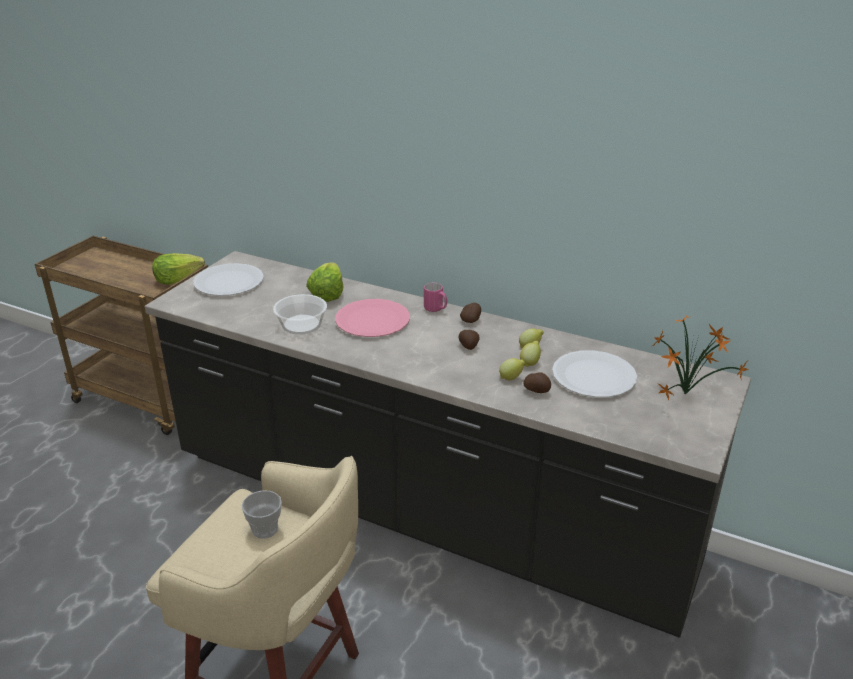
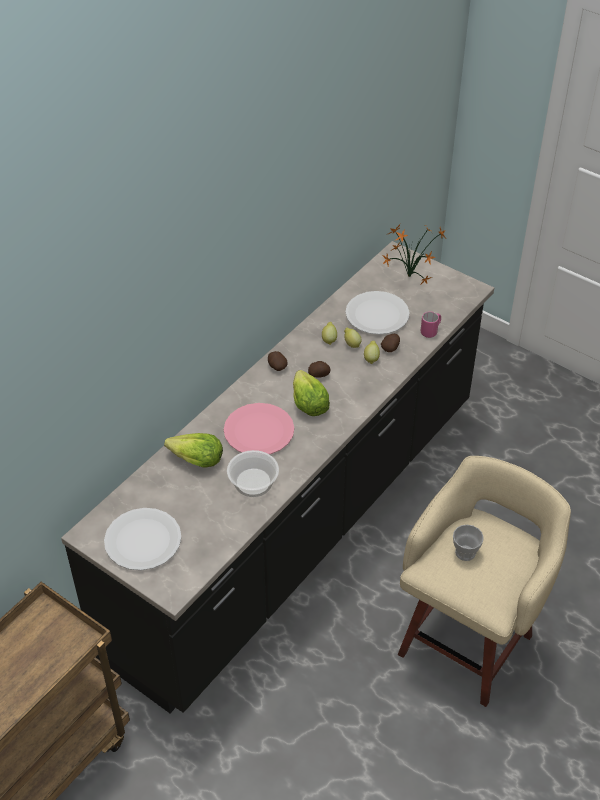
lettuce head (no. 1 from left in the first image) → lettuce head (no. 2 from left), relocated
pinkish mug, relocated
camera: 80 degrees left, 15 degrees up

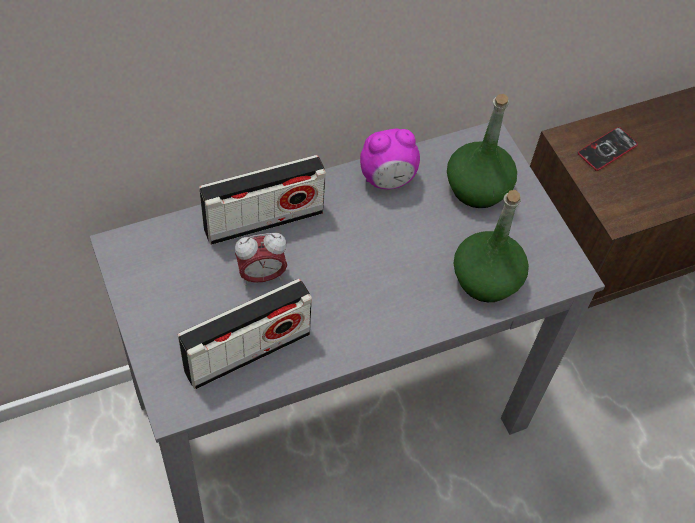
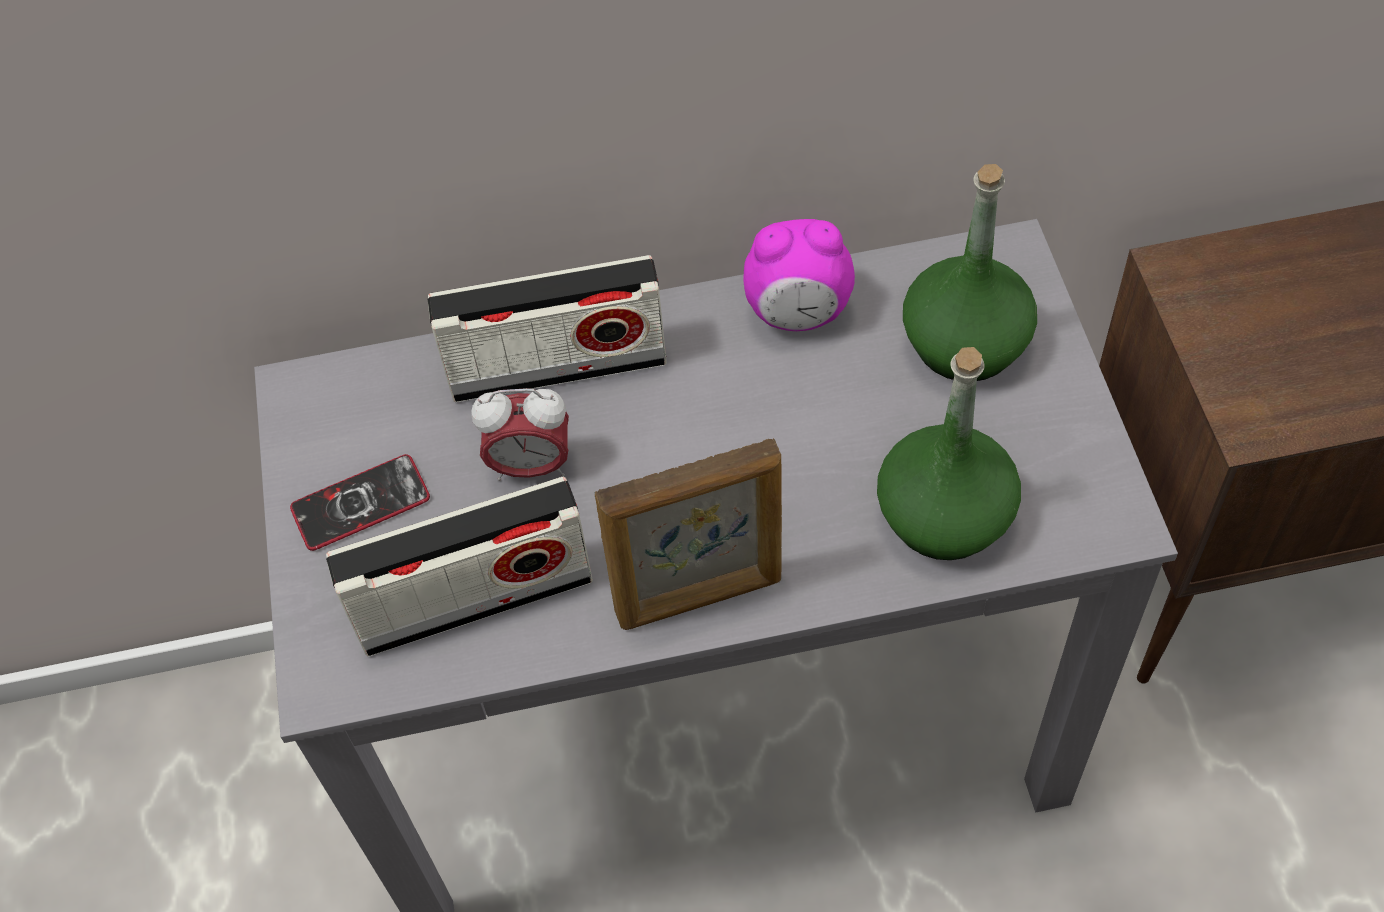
- → photo frame
handset, relocated
camera: 20 degrees right, 0 degrees up

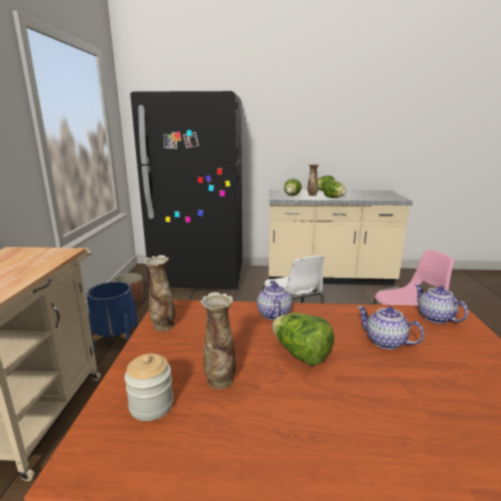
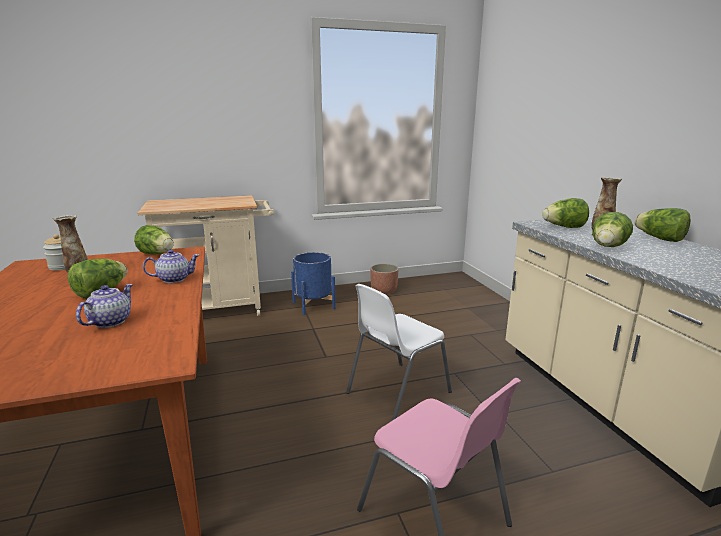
black fridge → -
pot for tea (no. 3 from left) → -
flower vase (no. 1 from left) → lettuce head (no. 2 from left)
camera: 70 degrees right, 0 degrees up

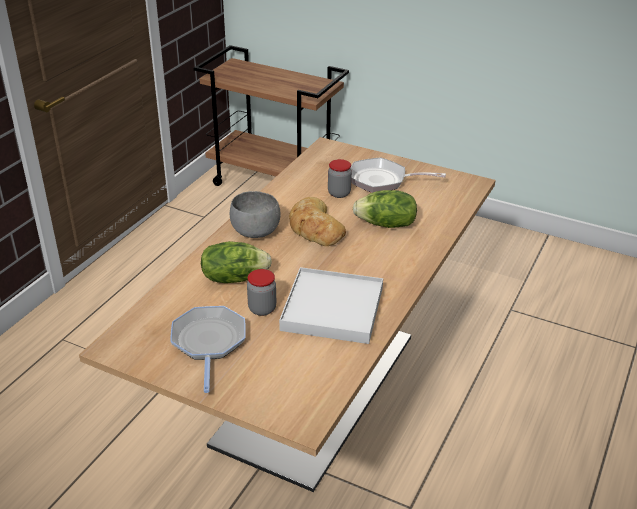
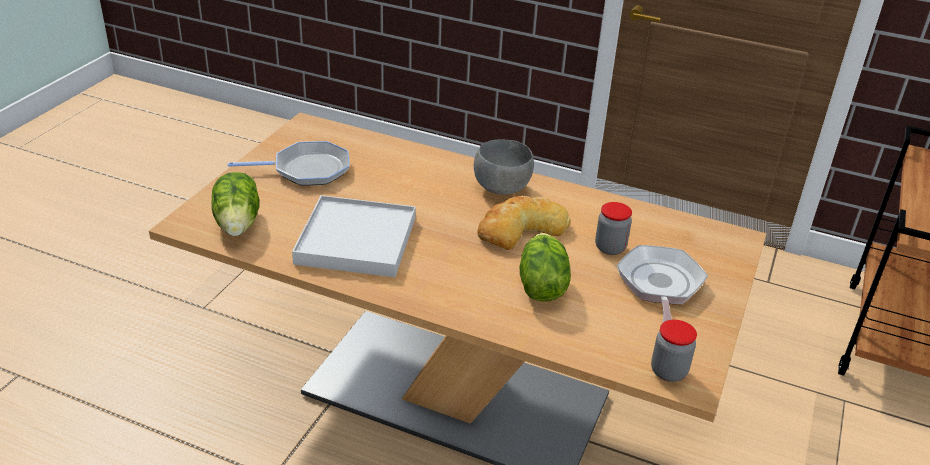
lettuce head (no. 1 from left), relocated
jar (no. 1 from left in the first image) → jar (no. 2 from left), relocated
camera: 85 degrees right, 0 degrees up

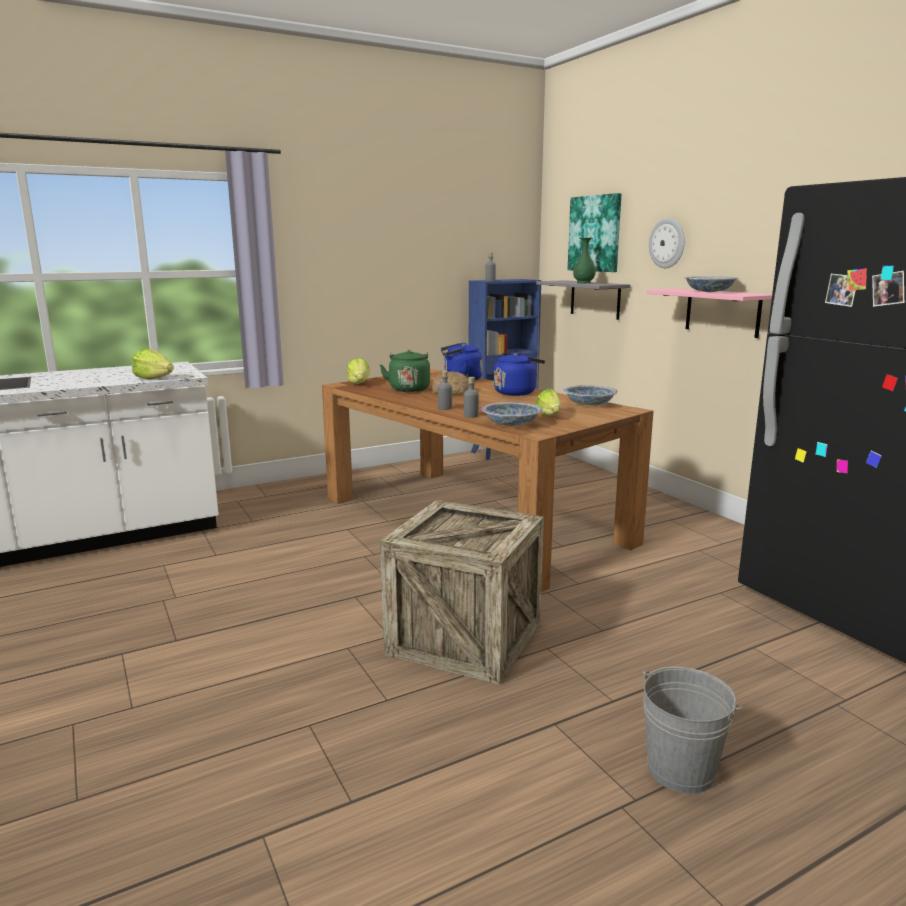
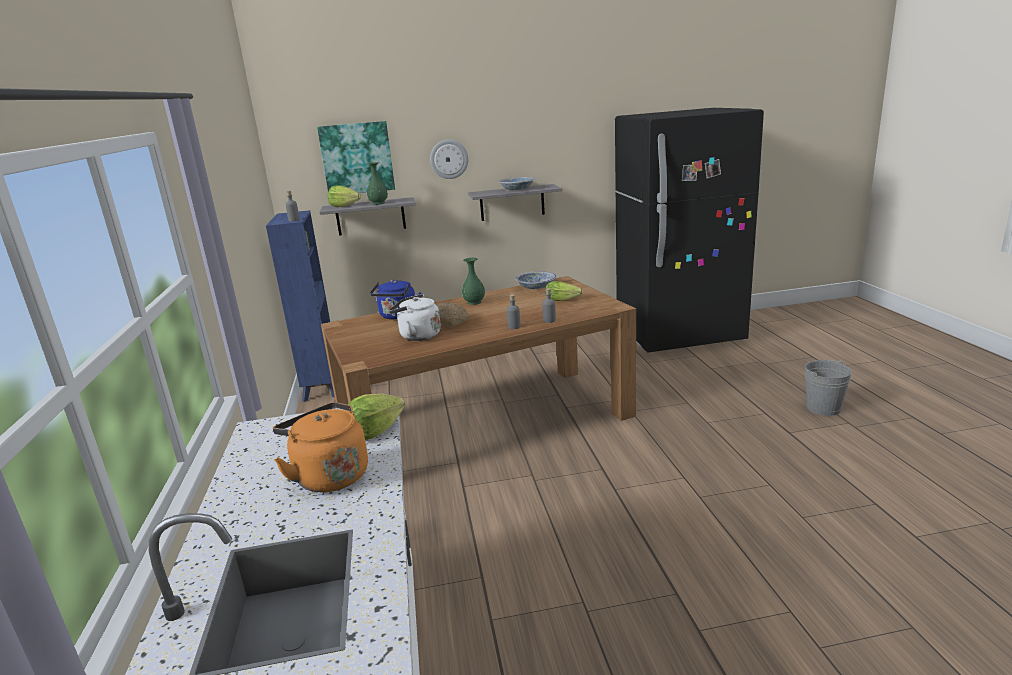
shipping crate → -
deep dish (no. 1 from left) → -
- → orangey tea kettle
lettuce head (no. 2 from left in the first image) → lettuce head (no. 1 from left), relocated
blue-coloured tea kettle (no. 2 from left) → green flower vase (no. 2 from left)
green tea kettle → white tea kettle
pinkish shelf → greyish shelf (no. 2 from left)
camera: 70 degrees left, 5 degrees up

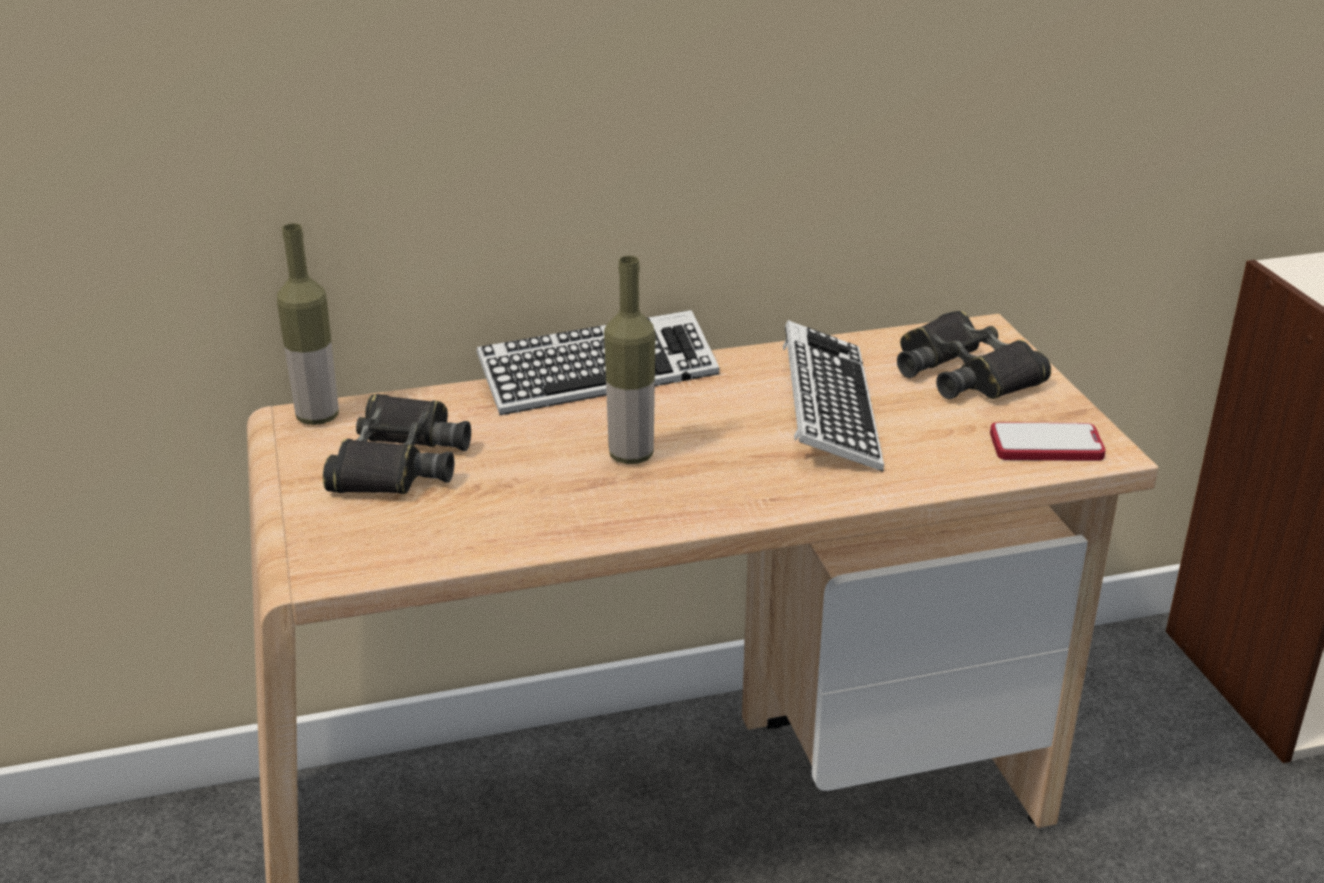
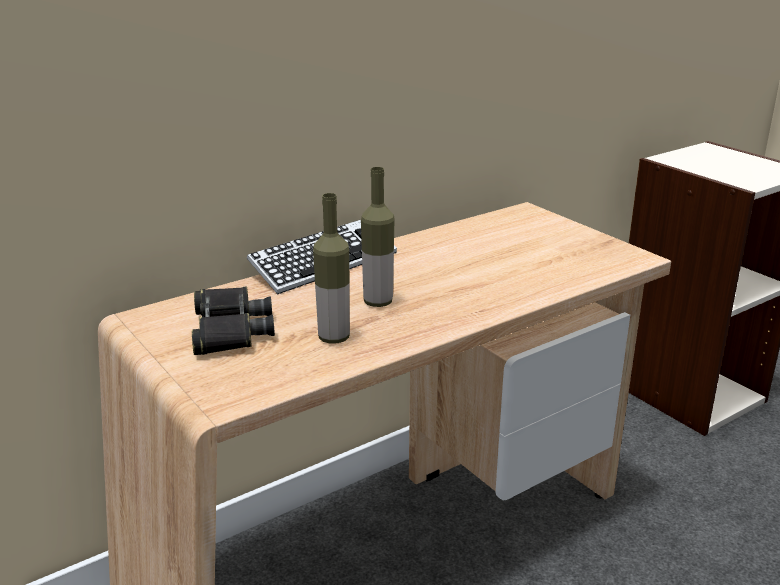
computer keyboard (no. 2 from left) → -
black pair of binoculars (no. 2 from left) → -
handset → -
beverage bottle (no. 1 from left), relocated
camera: 20 degrees left, 5 degrees down

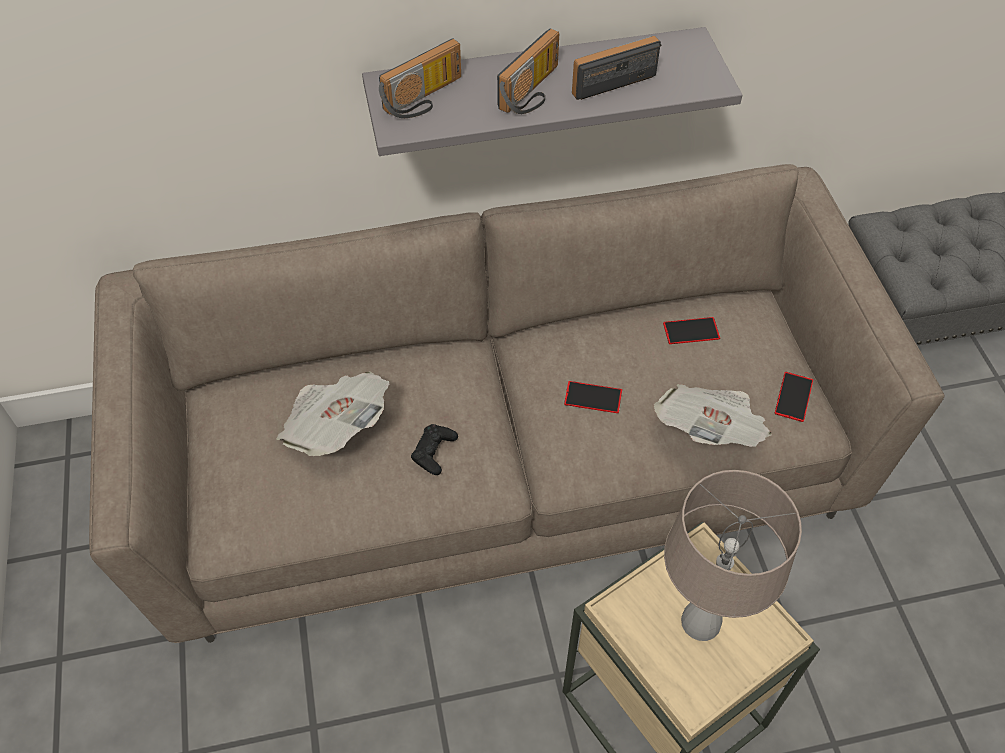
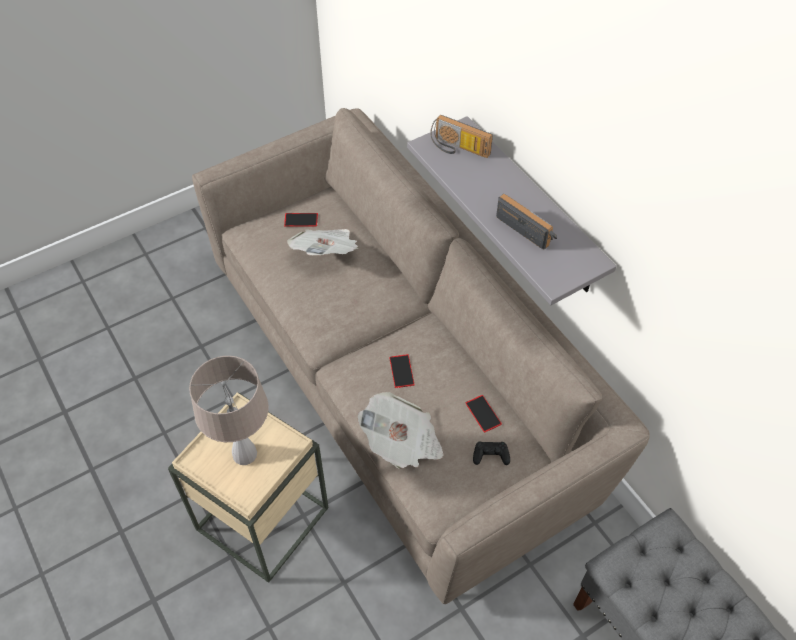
radio receiver (no. 2 from left) → -
black gamepad, relocated
handset (no. 3 from left in the first image) → handset (no. 1 from left), relocated
camera: 70 degrees right, 0 degrees up

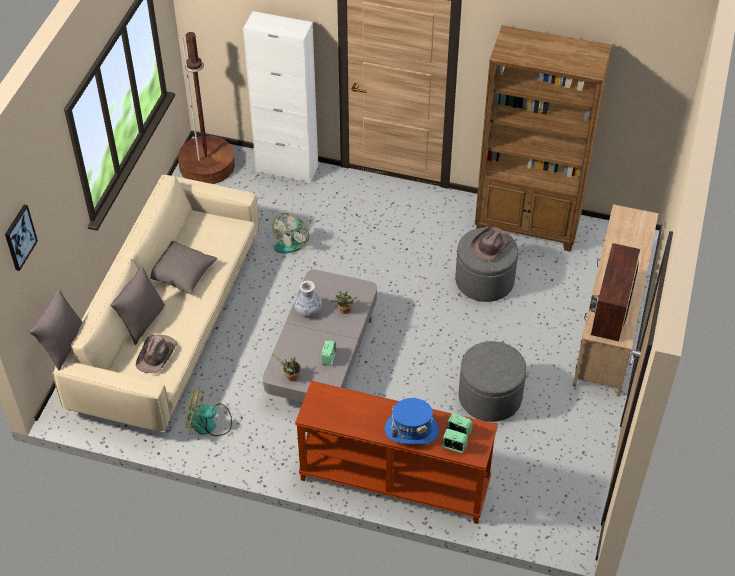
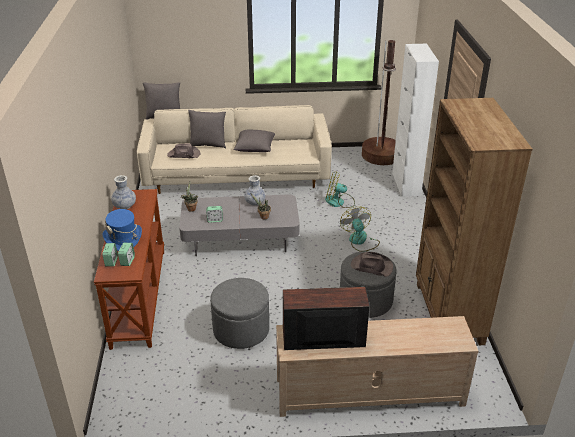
wall picture → -
- → flower vase (no. 1 from left)
cooling fan (no. 1 from left in the first image) → cooling fan (no. 2 from left), relocated
camera: 70 degrees right, 15 degrees down

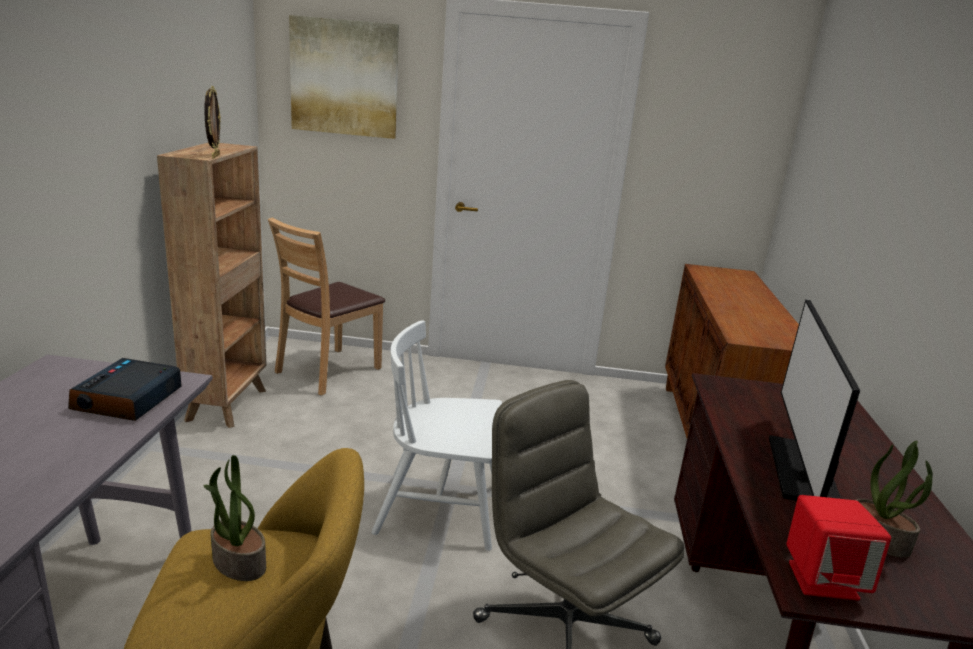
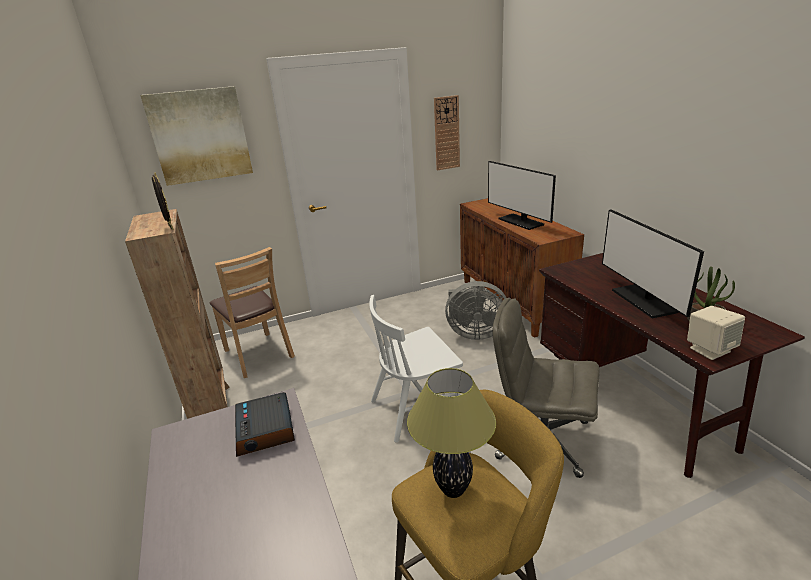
- → clock on the wall
- → greyish cooling fan
- → computer display (no. 1 from left)
houseplant (no. 1 from left) → lamp for a table
red-coloured audio speaker → beige audio speaker
brownish plain chair, 45 degrees counterclockwise
camera: 25 degrees left, 5 degrees up

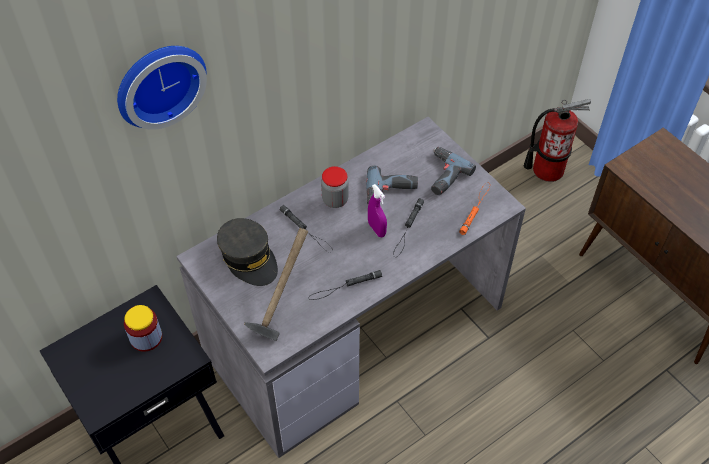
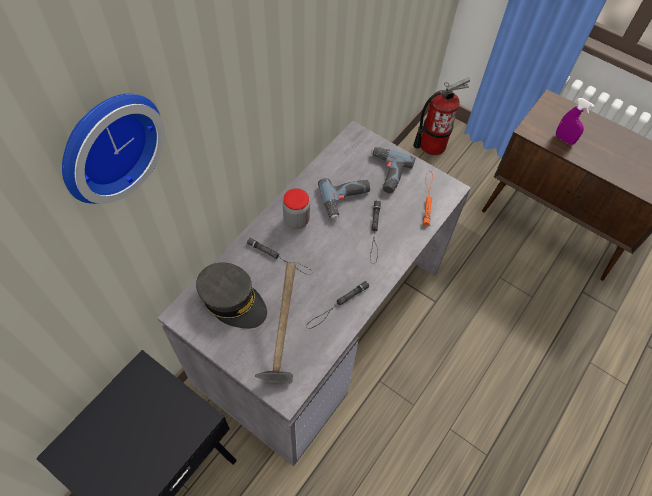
jar (no. 1 from left) → -
purplish hand sprayer, relocated
camera: 20 degrees left, 5 degrees up

